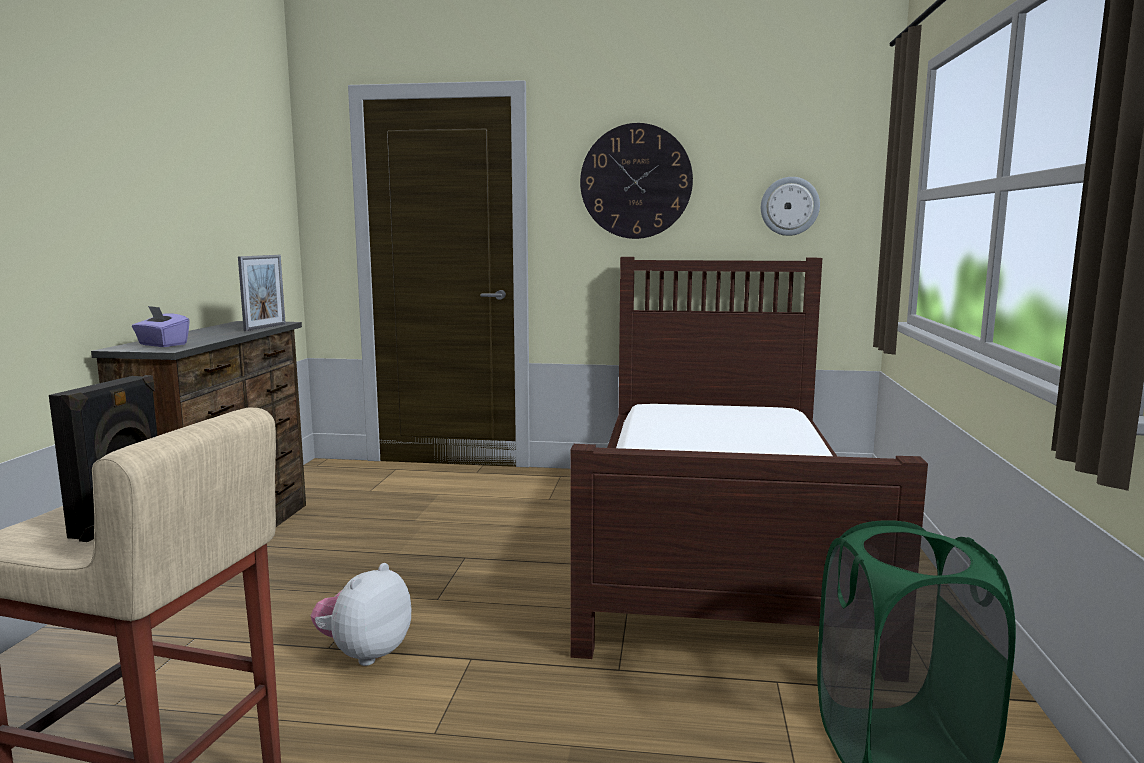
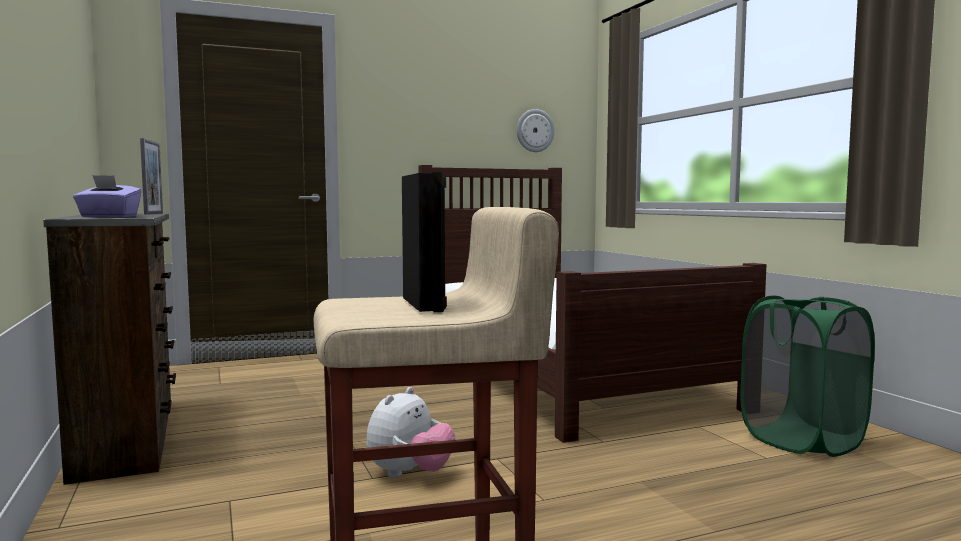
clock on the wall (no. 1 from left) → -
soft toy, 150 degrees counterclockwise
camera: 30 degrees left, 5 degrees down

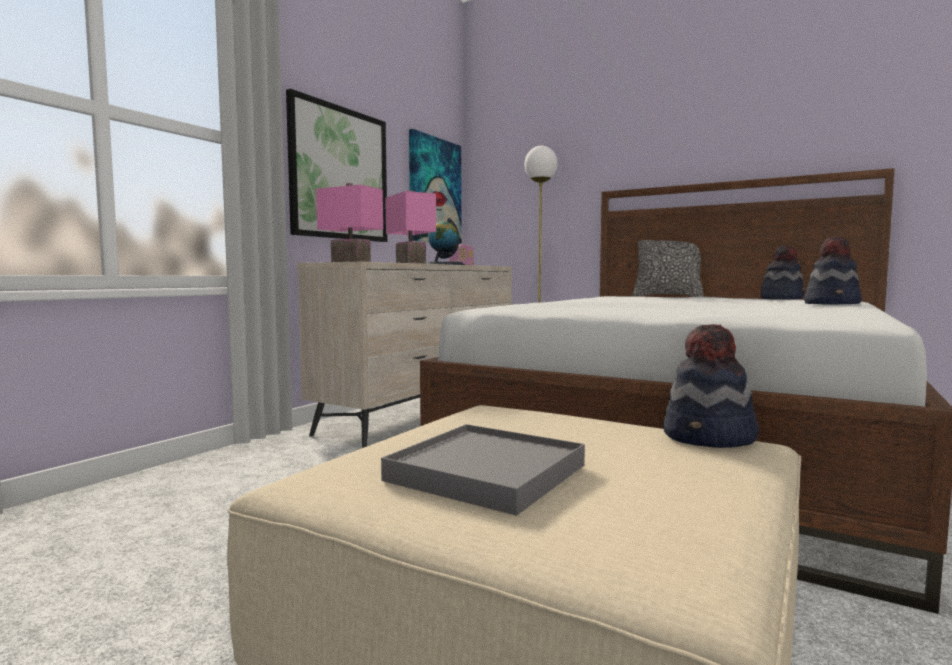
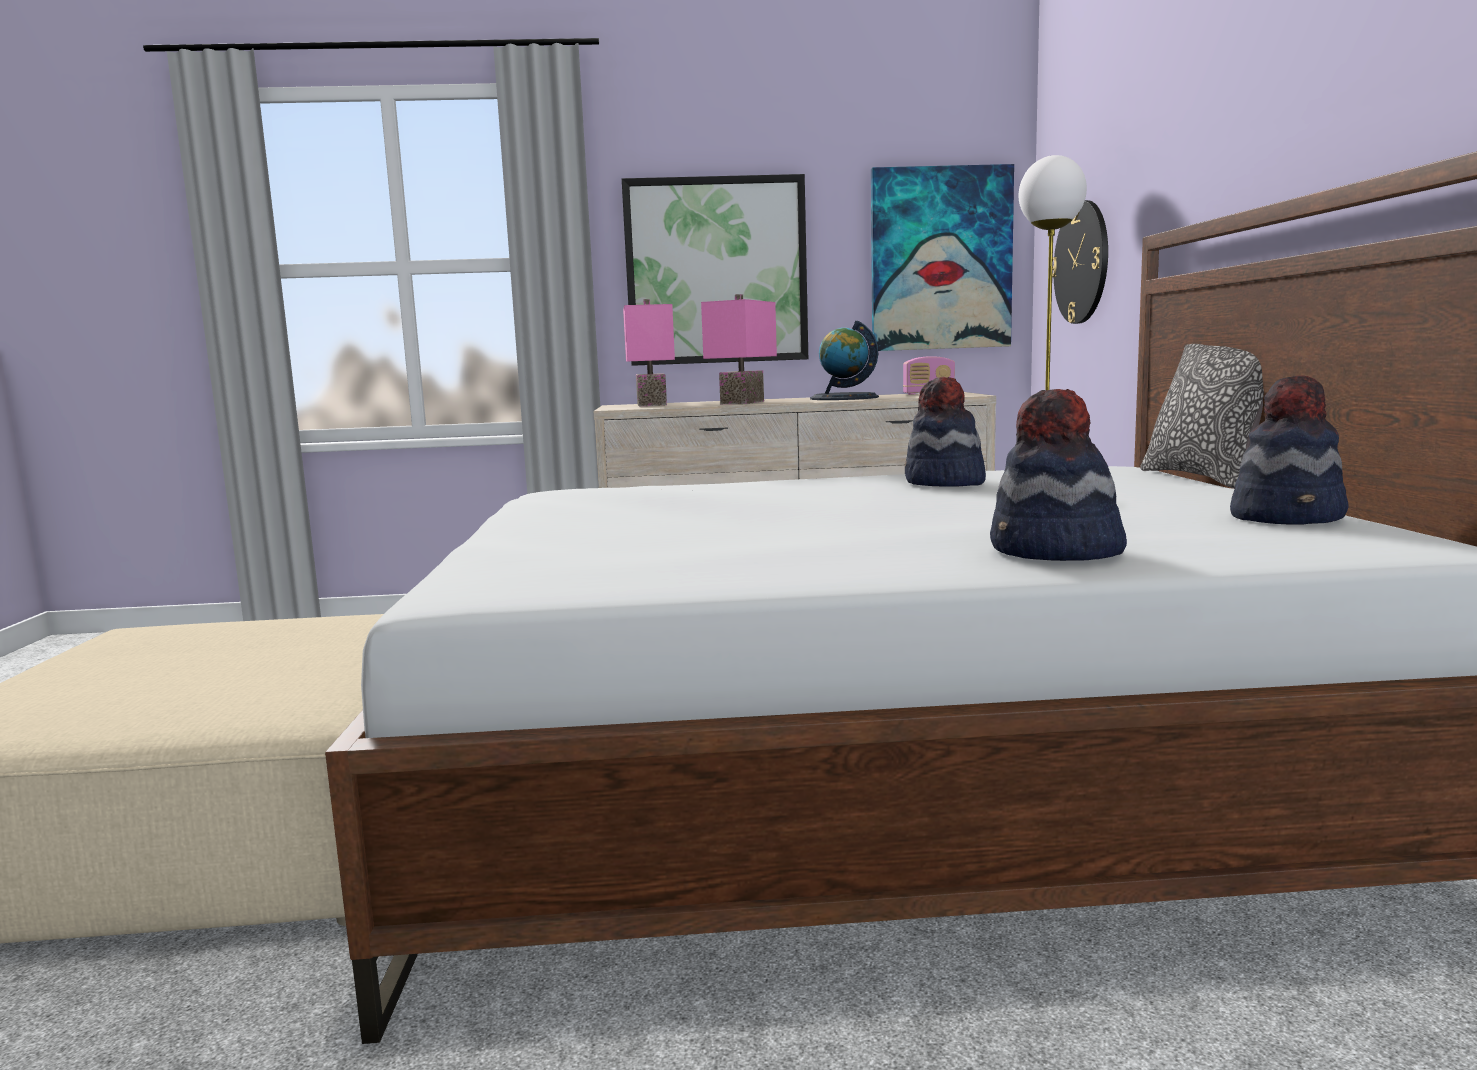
greyish tray → -
- → clock on the wall
hat (no. 1 from left), relocated
camera: 55 degrees right, 5 degrees up

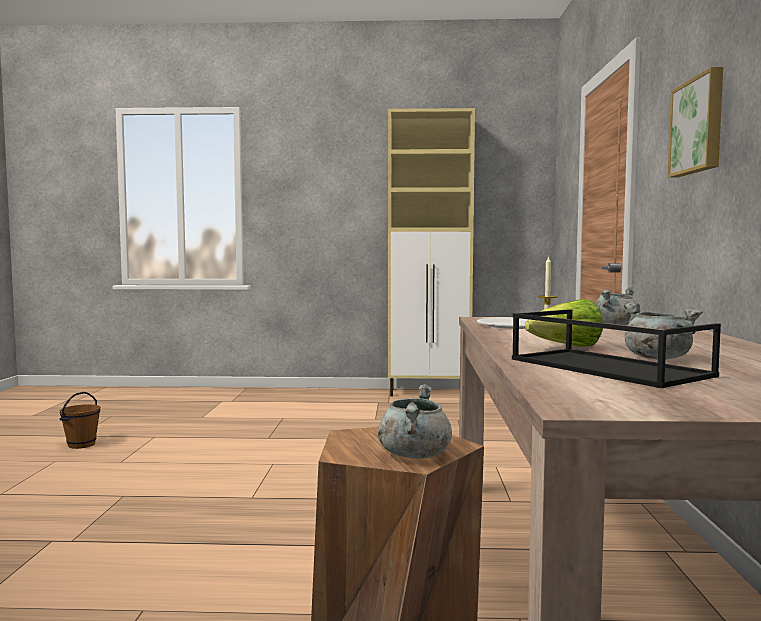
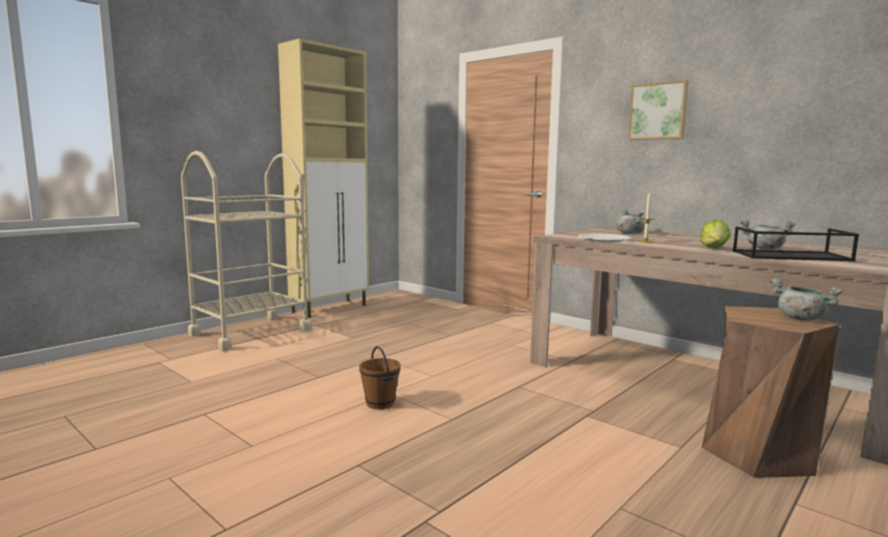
- → beige trolley
brownish bucket, relocated
camera: 50 degrees left, 5 degrees up

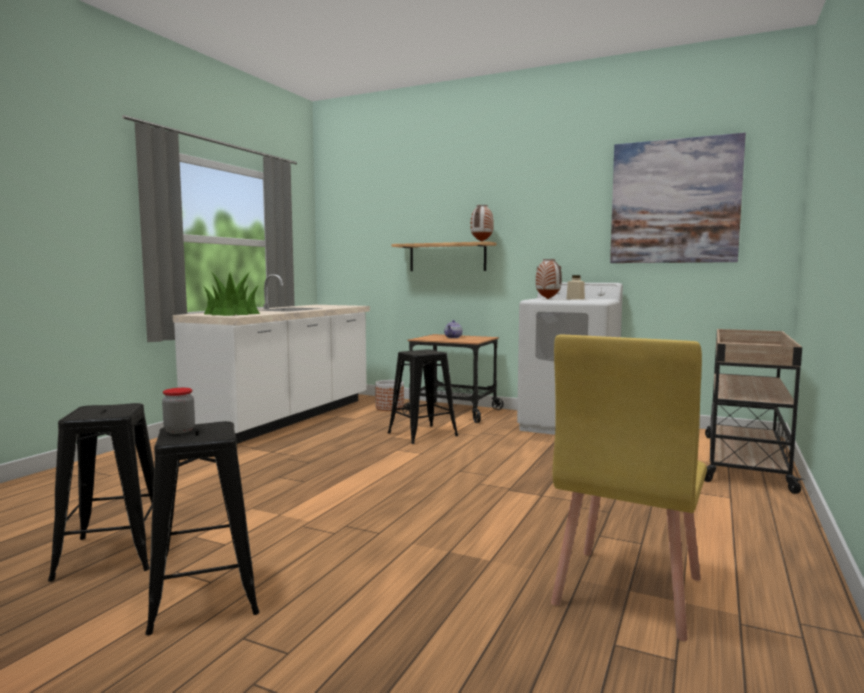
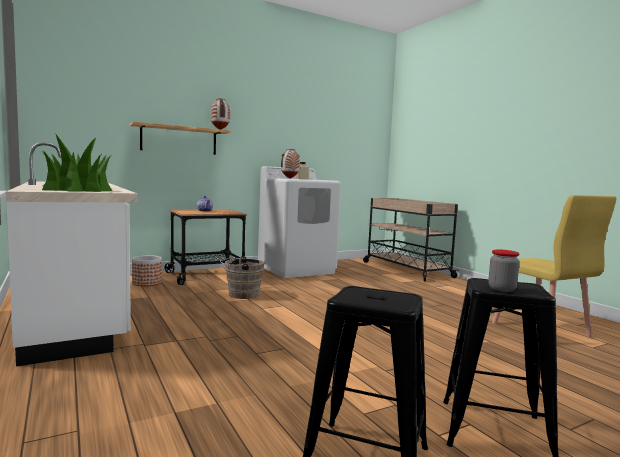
wall picture → -
black sitting stool (no. 3 from left) → brownish bucket
camera: 55 degrees left, 0 degrees up

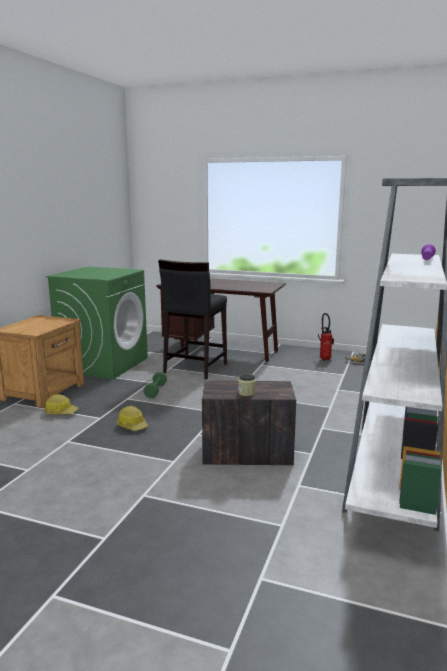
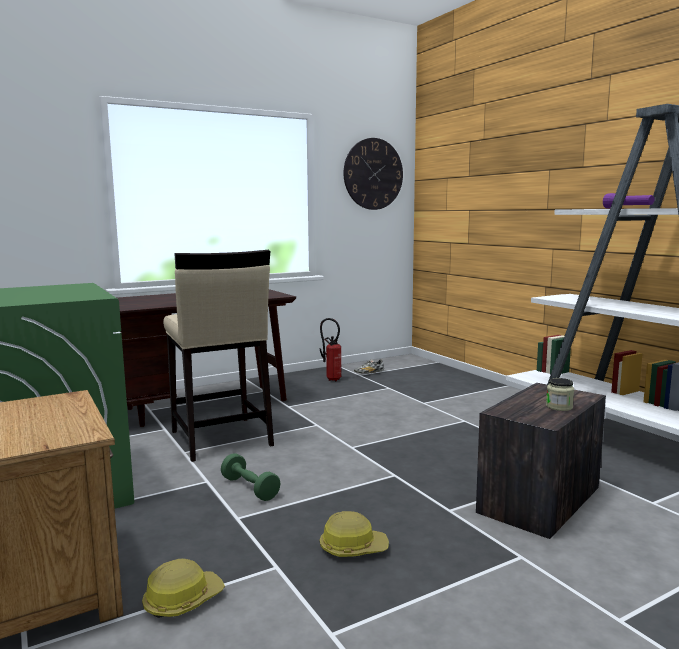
- → clock on the wall
black sitting stool → beige sitting stool
camera: 50 degrees left, 5 degrees down

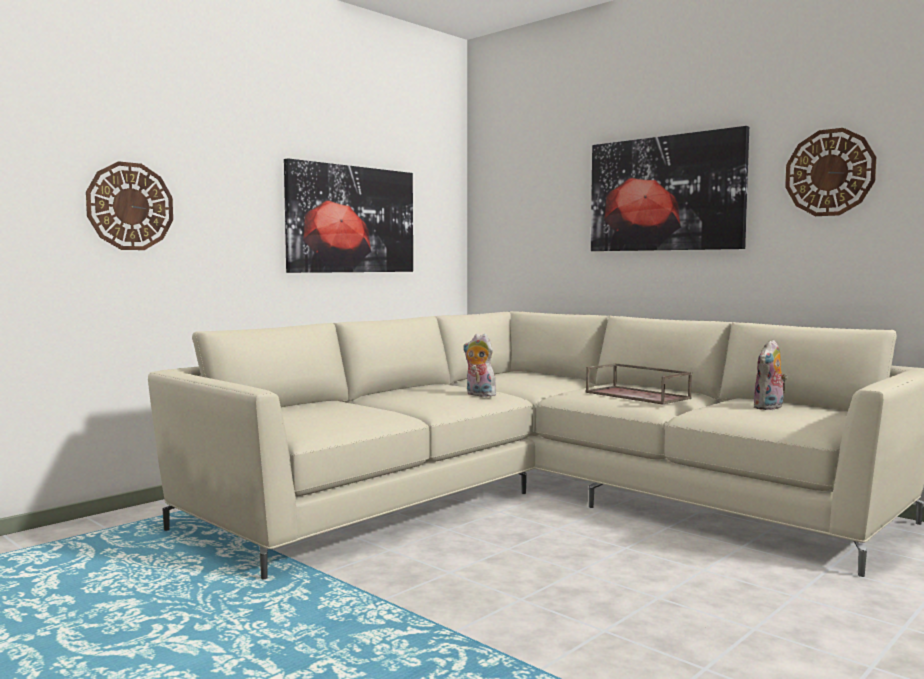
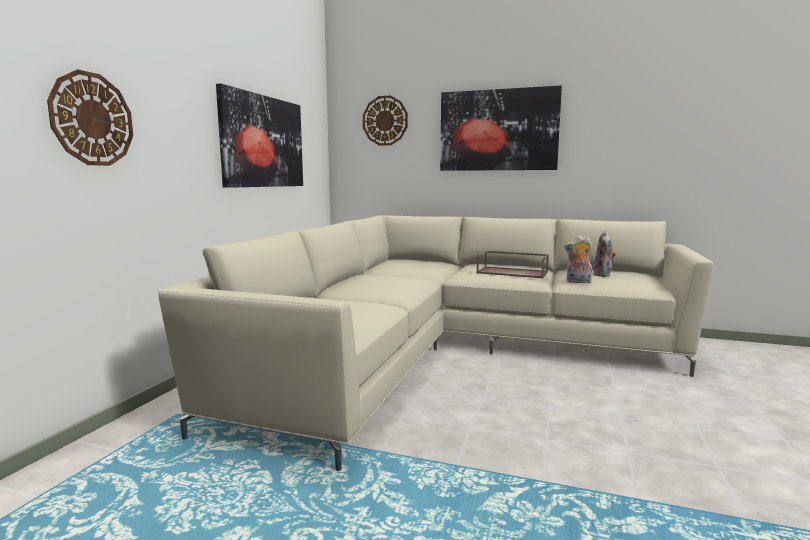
soft toy (no. 1 from left), relocated
clock on the wall (no. 2 from left), relocated
camera: 25 degrees left, 5 degrees up

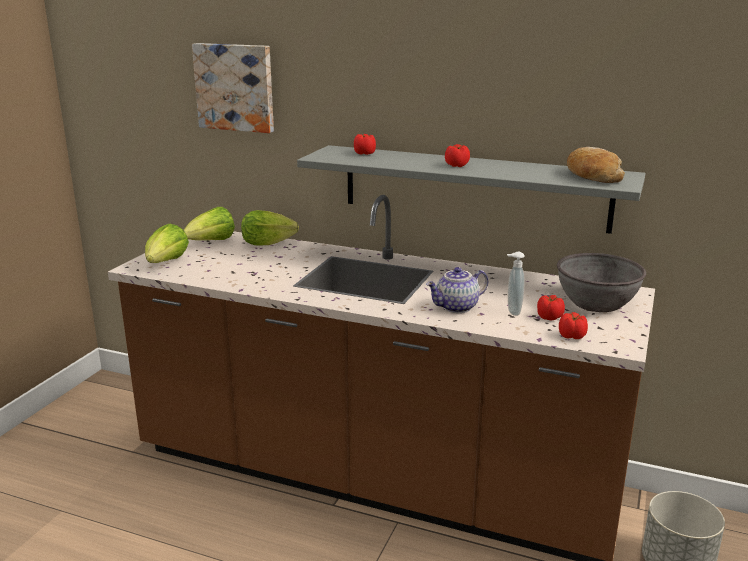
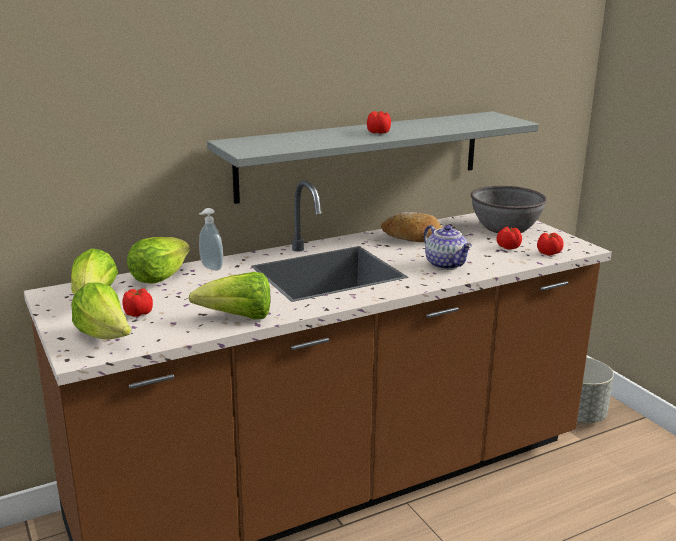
wall picture → -
- → lettuce head (no. 4 from left)
tomato (no. 1 from left), relocated
liquid soap bottle, relocated
bakery bread, relocated
pot for tea, 45 degrees counterclockwise
camera: 50 degrees left, 0 degrees up

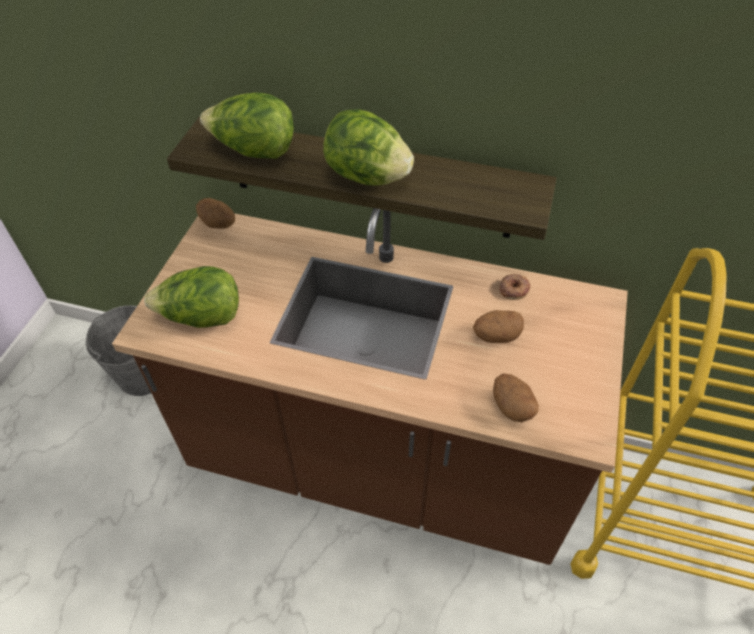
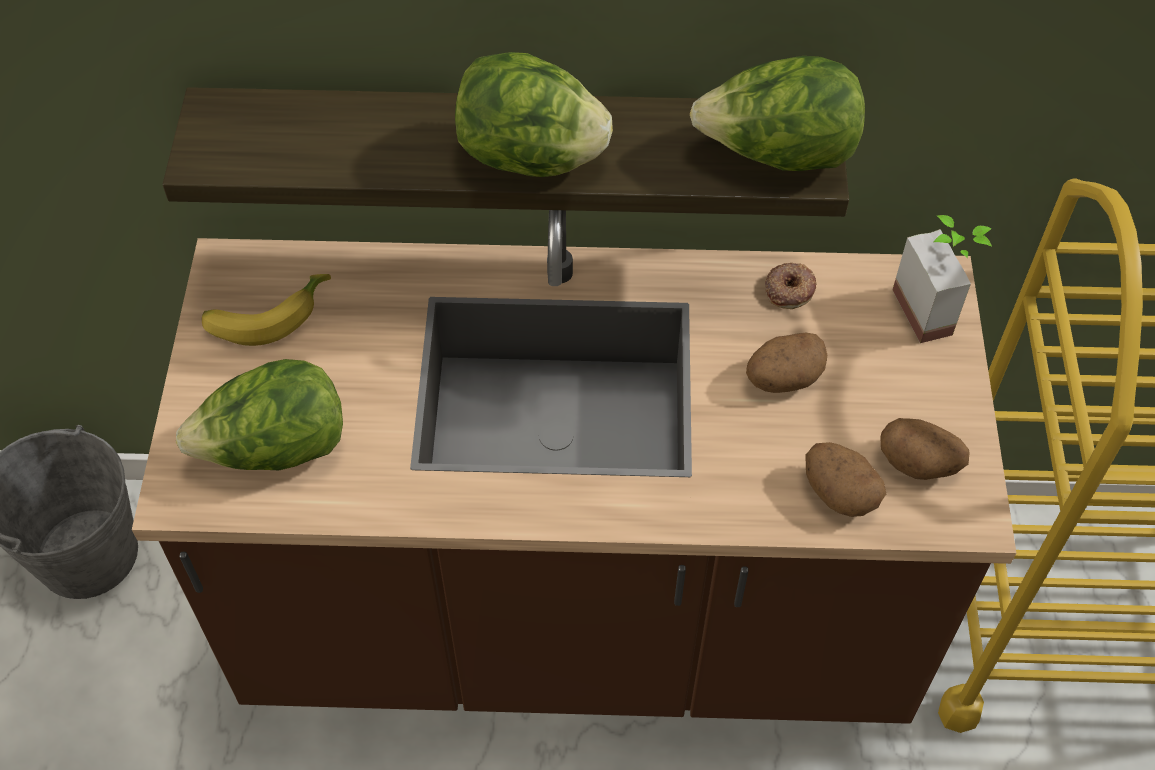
- → banana fruit
- → houseplant
spud (no. 1 from left in the first image) → spud (no. 3 from left), relocated
lettuce head (no. 2 from left in the first image) → lettuce head (no. 3 from left), relocated
camera: 15 degrees left, 5 degrees up

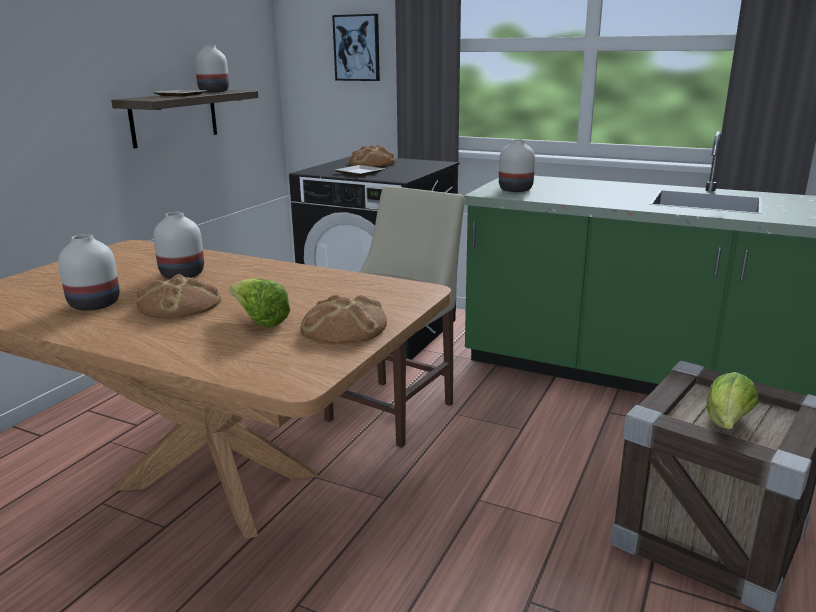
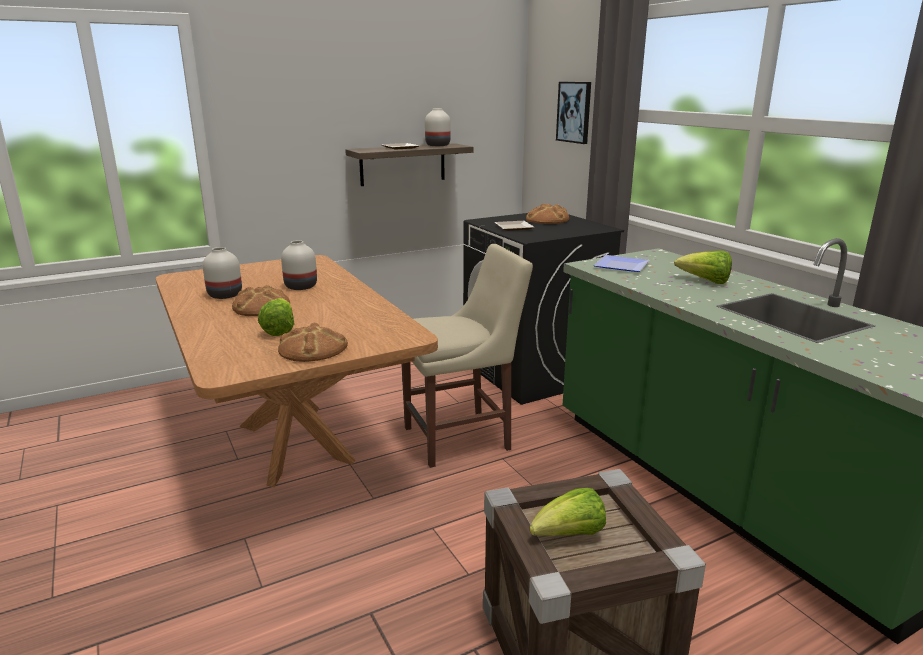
- → lettuce head (no. 3 from left)
white flower vase (no. 4 from left) → flat dish (no. 3 from left)
camera: 35 degrees right, 0 degrees up

